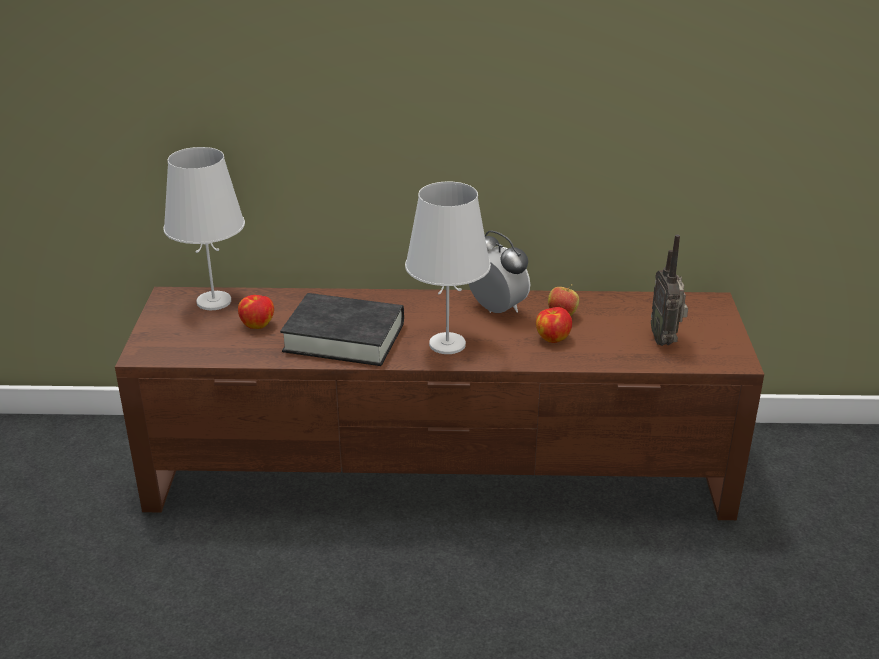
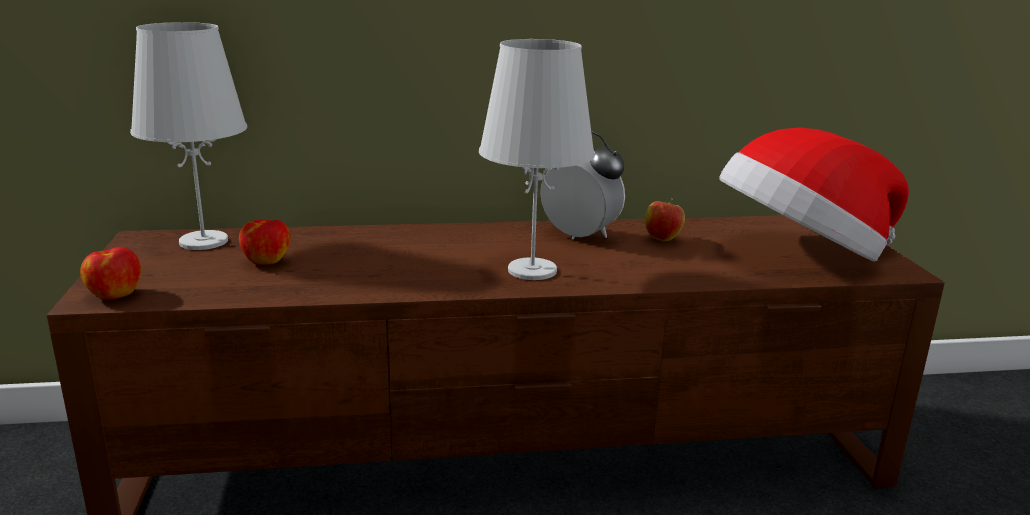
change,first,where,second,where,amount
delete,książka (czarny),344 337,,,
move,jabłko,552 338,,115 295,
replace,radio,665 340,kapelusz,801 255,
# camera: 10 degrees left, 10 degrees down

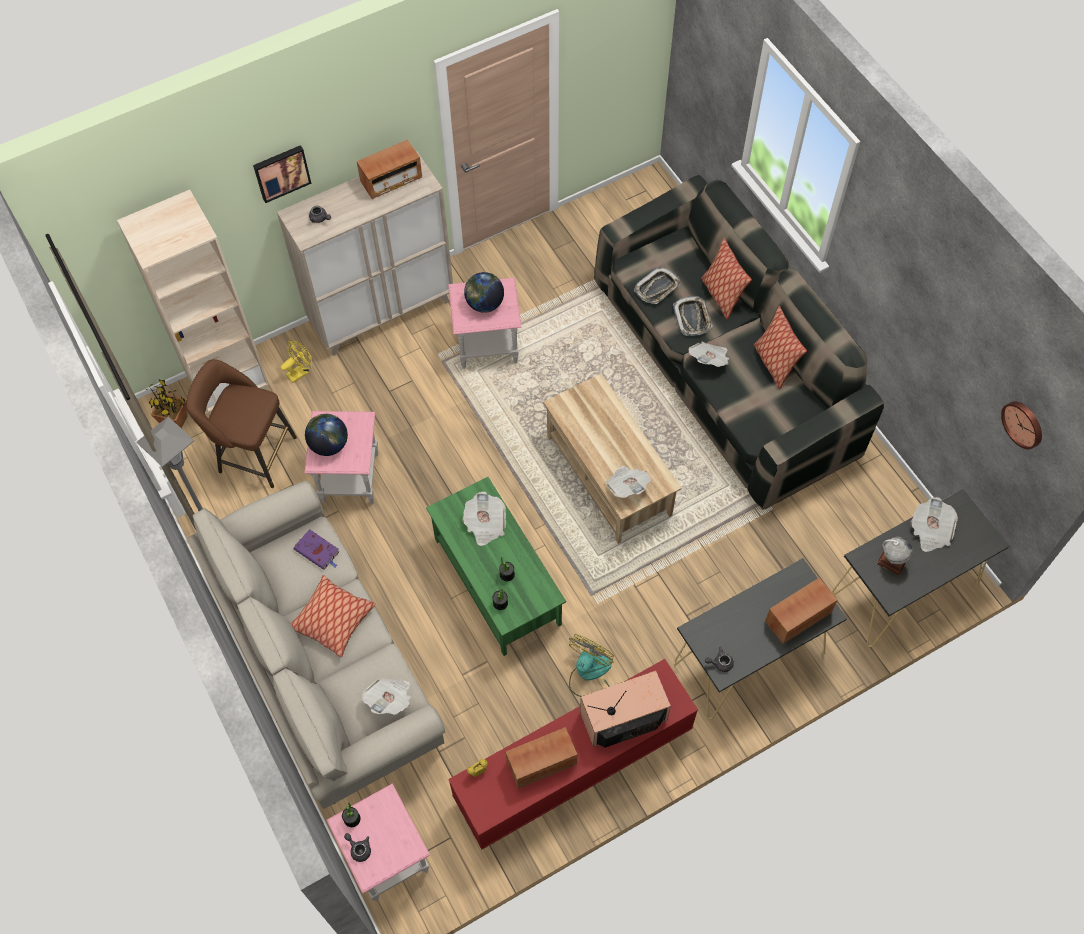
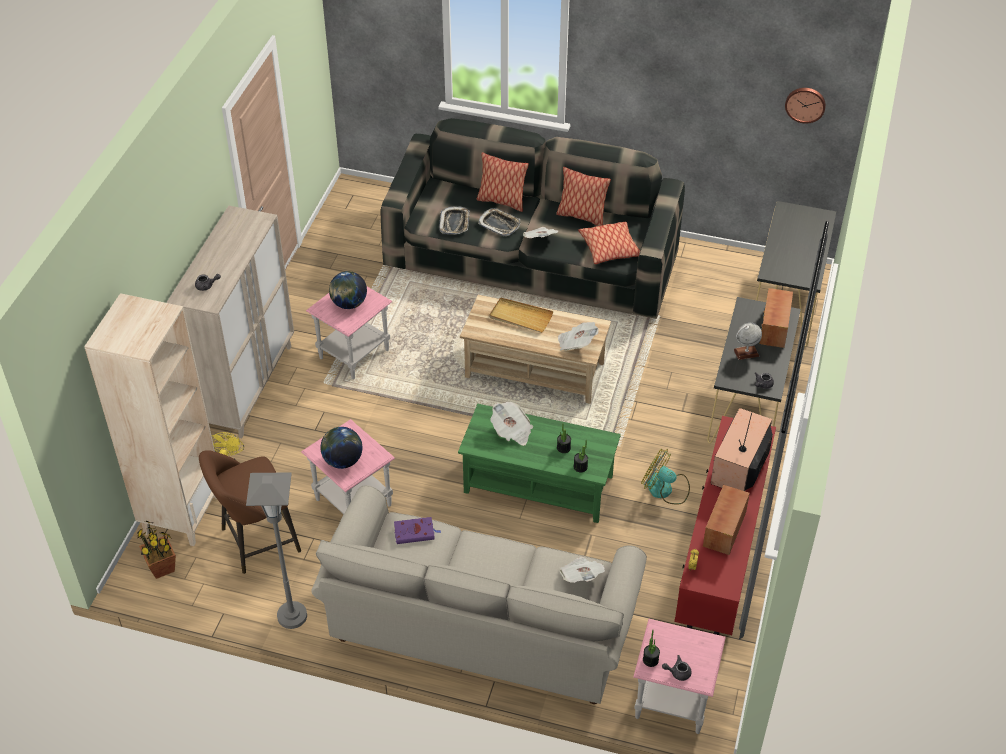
change,first,where,second,where,amount
delete,obraz,281 172,,,
delete,radio,391 180,,,
delete,gazeta,930 531,,,
insert,,,taca (beżowy),520 317,
move,poduszka,333 620,,610 249,
move,globus,891 563,,746 353,
rotate,wentylator,589 674,,665 489,45 degrees counterclockwise
# camera: 45 degrees left, 15 degrees down

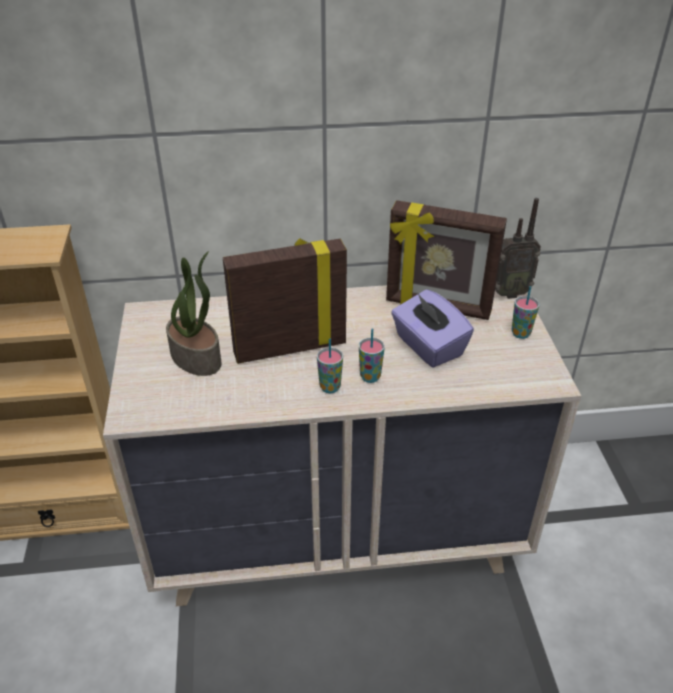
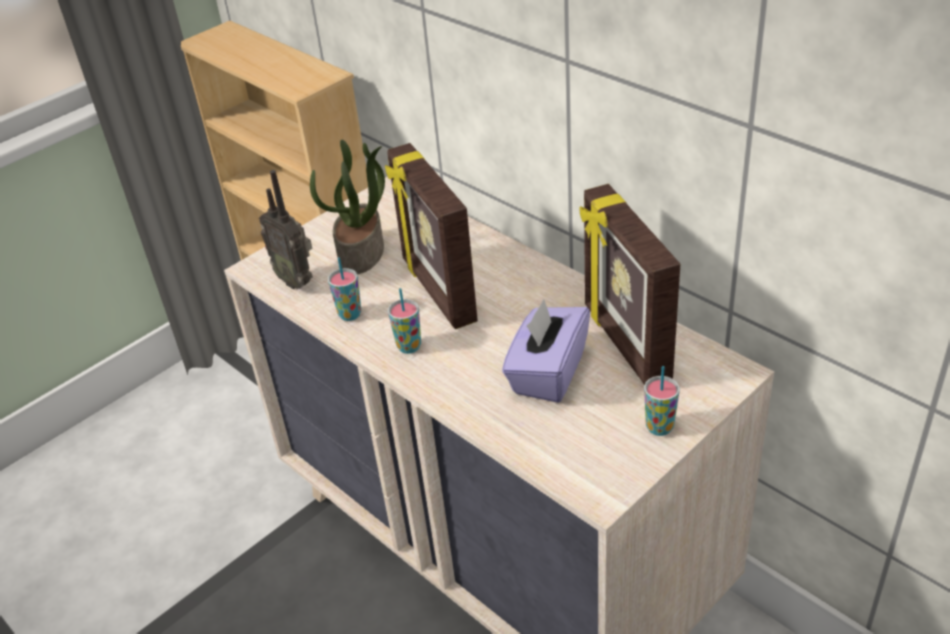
change,first,where,second,where,amount
move,filiżanka,370 377,,350 314,
move,radio,506 293,,296 280,
rotate,ramka na zdjęcie,289 347,,437 291,150 degrees counterclockwise
# camera: 55 degrees right, 0 degrees up

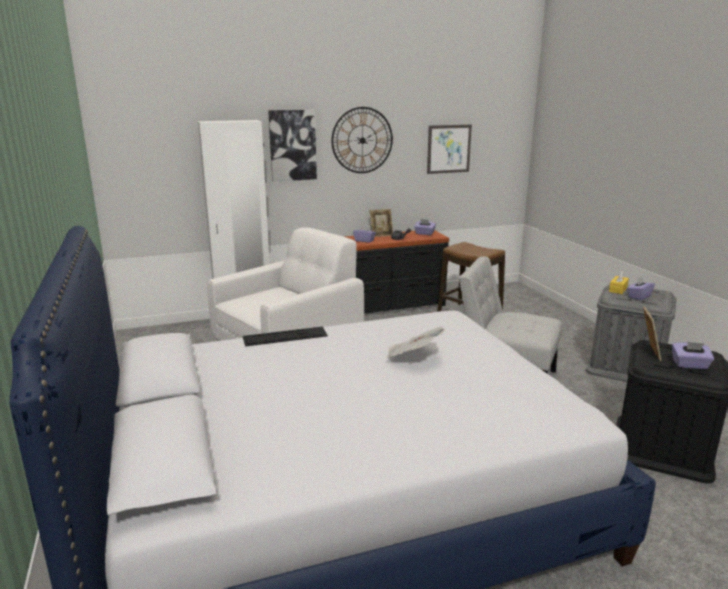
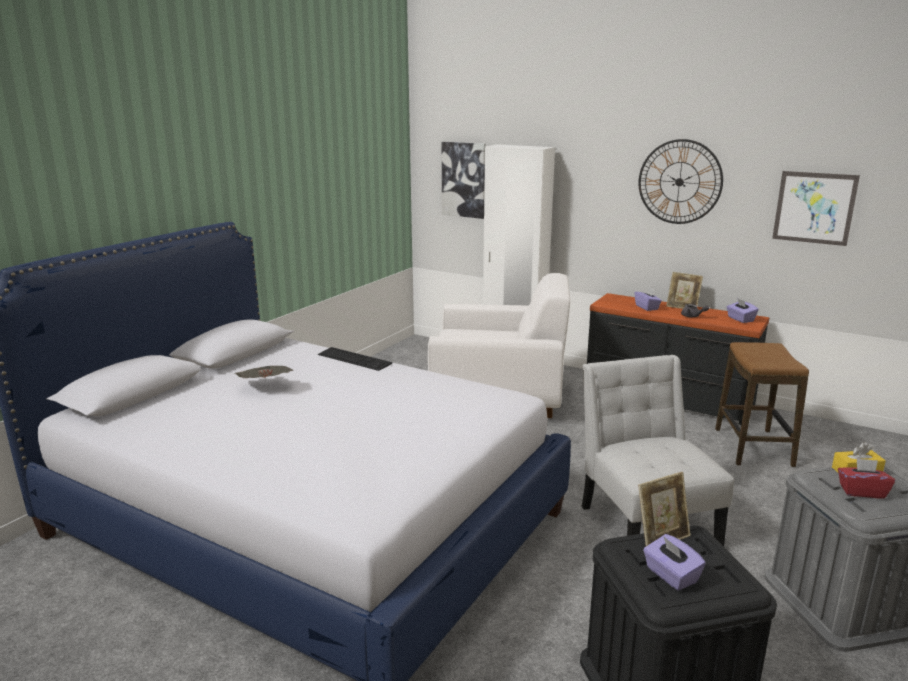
change,first,where,second,where,amount
move,obraz,292 145,,464 179,
move,gazeta,413 356,,265 387,
recolor,pudełko chusteczek (fioletowy),638 297,pudełko chusteczek (czerwony),861 491,
# camera: 50 degrees right, 0 degrees up

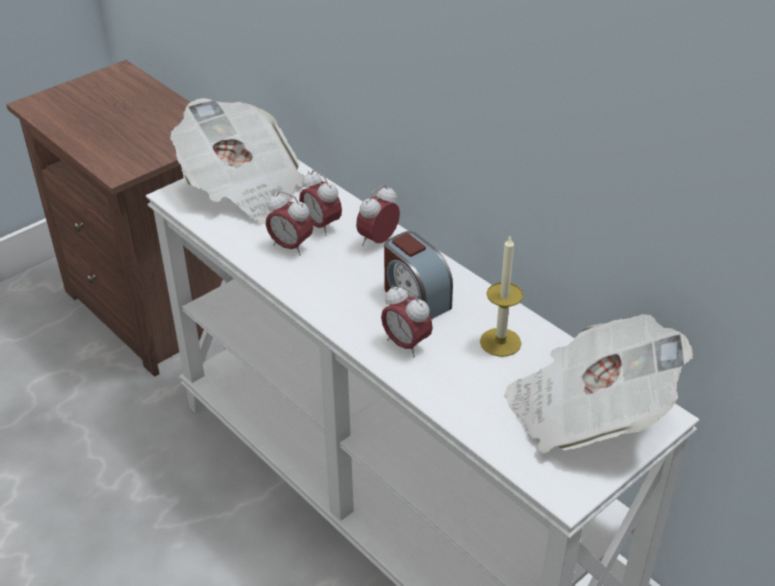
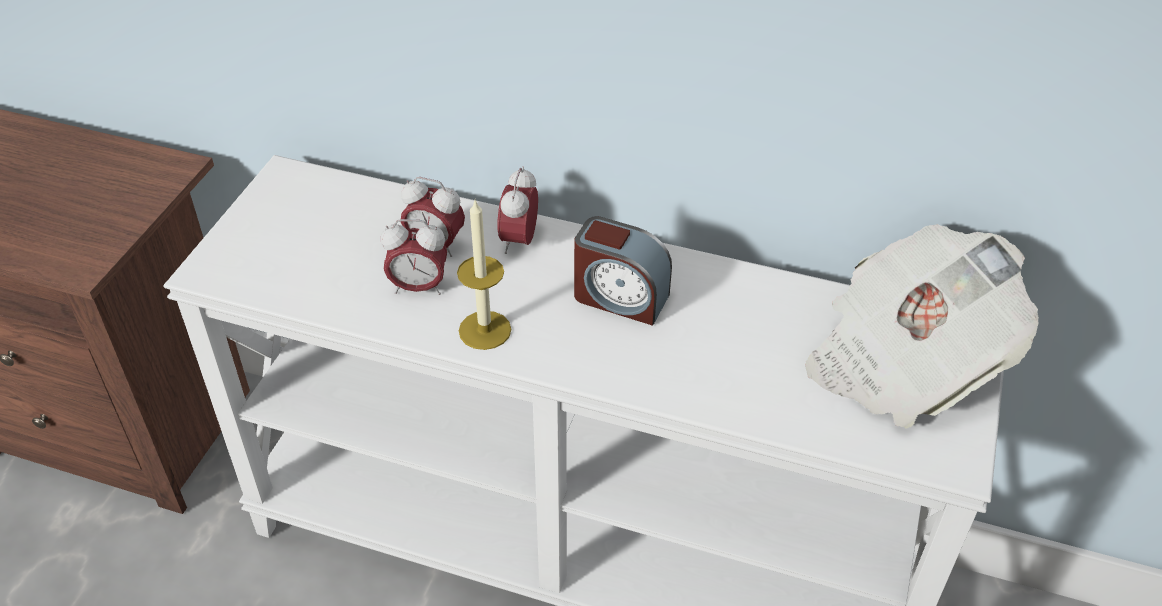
change,first,where,second,where,amount
delete,gazeta,242 188,,,
delete,budzik,406 344,,,
move,świeca,500 342,,485 330,
# camera: 30 degrees left, 5 degrees up

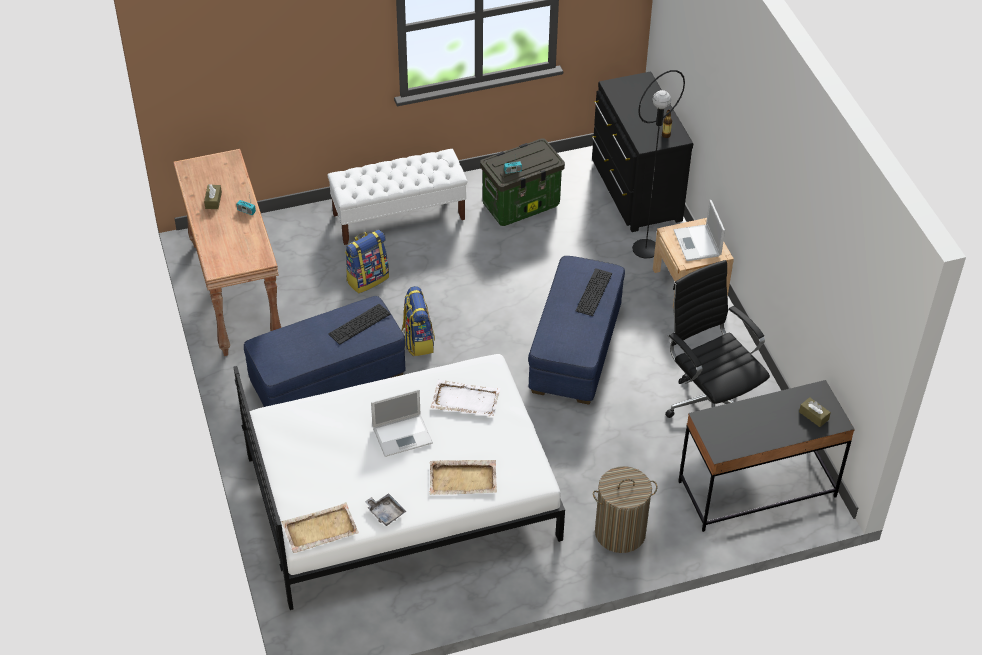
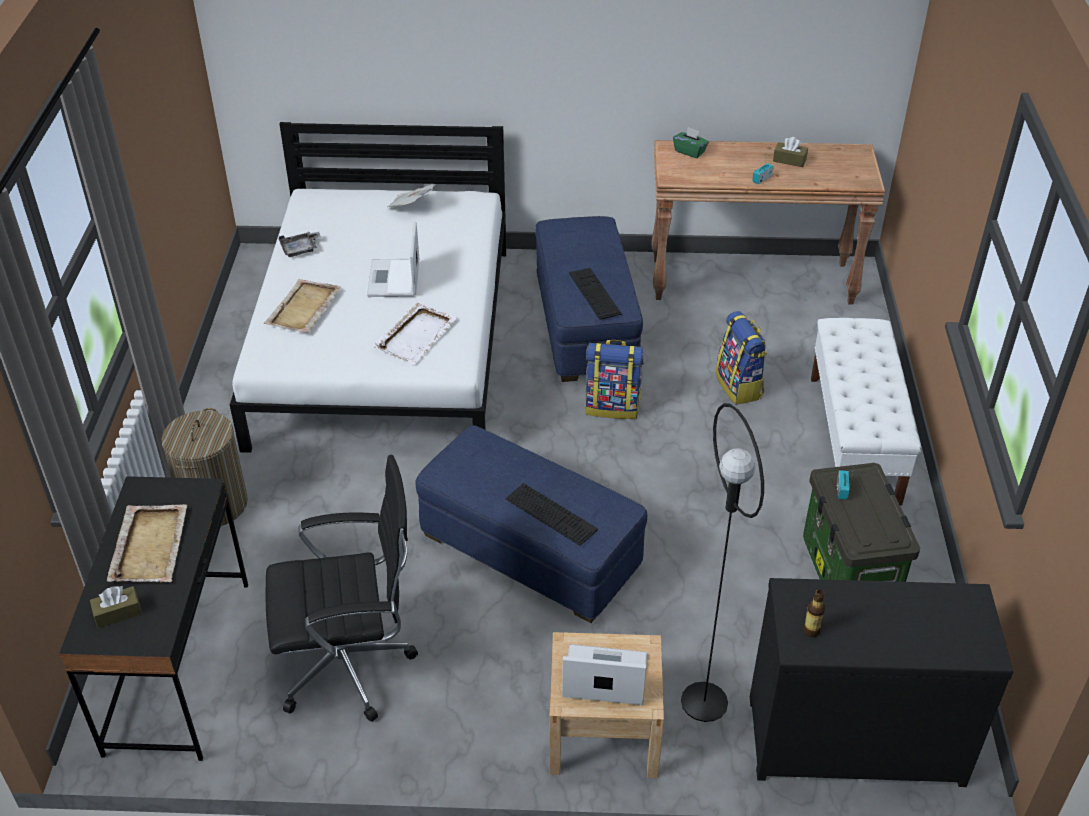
change,first,where,second,where,amount
insert,,,gazeta,411 207,
insert,,,pudełko chusteczek (zielony),690 151,
move,taca (beżowy),319 529,,150 545,
# camera: 110 degrees right, 5 degrees down

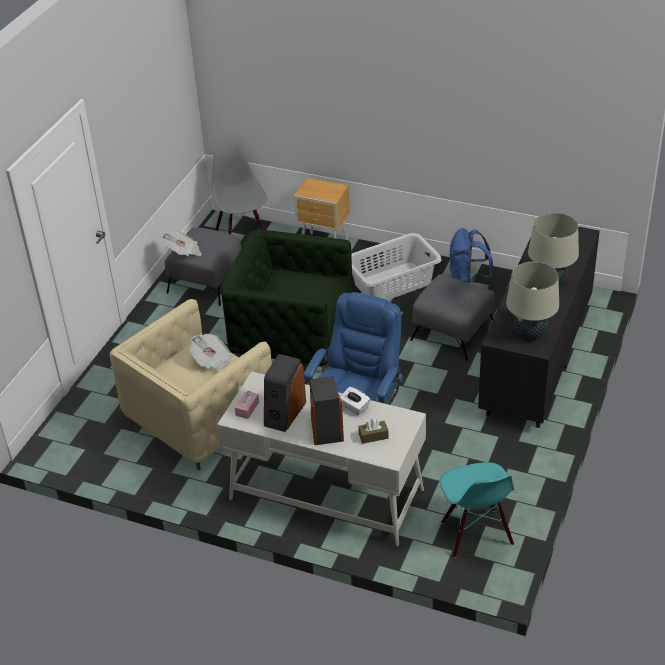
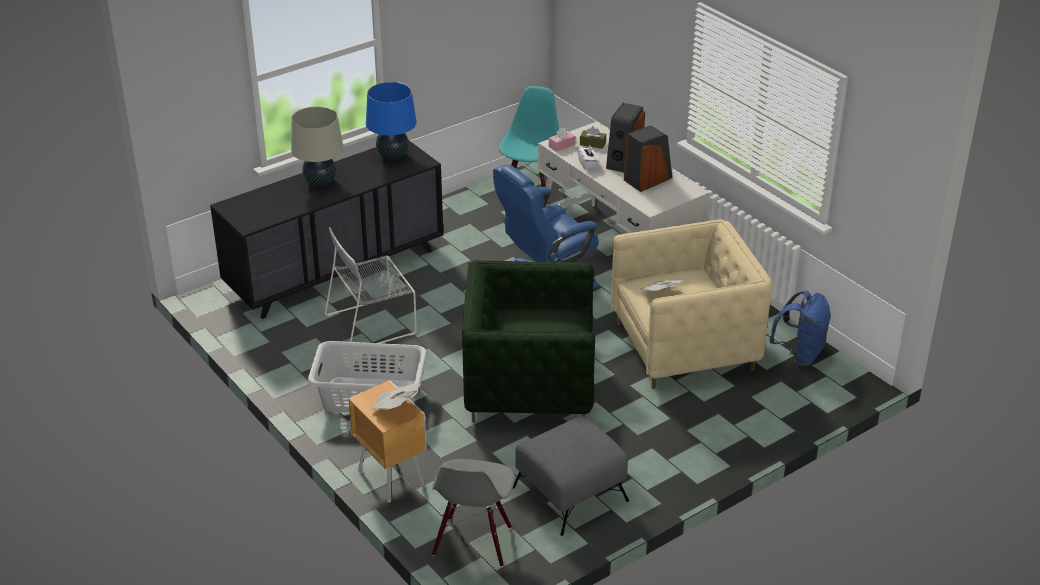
change,first,where,second,where,amount
move,gazeta,183 252,,395 407,
move,pudełko chusteczek (różowy),247 408,,561 145,
move,plecak (niebieski),468 281,,799 355,
replace,pufa (szary),453 332,krzesło (szary),373 323,
recolor,lampa stołowa (beżowy),530 333,lampa stołowa (niebieski),393 156,
rotate,fotel (zielony),293 336,,529 386,135 degrees clockwise
# camera: 150 degrees left, 5 degrees down

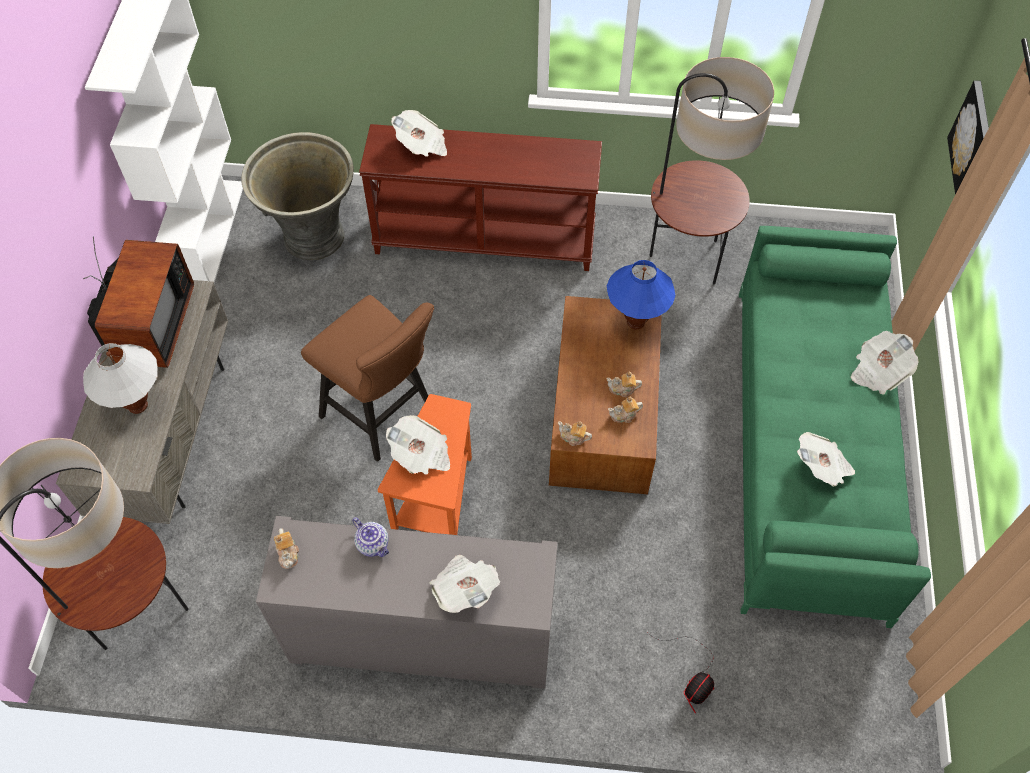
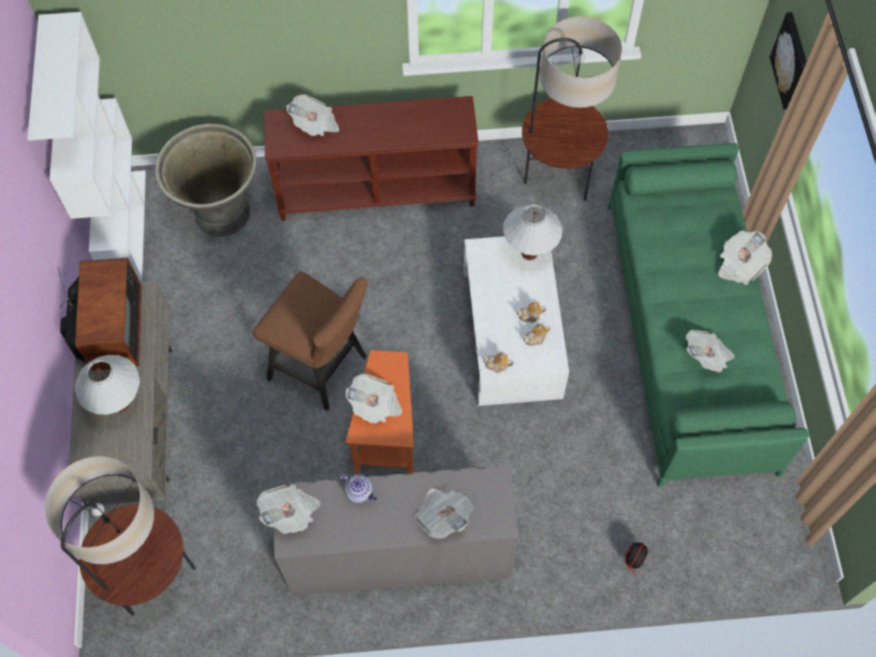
change,first,where,second,where,amount
replace,imbryk,288 553,gazeta,291 513,
recolor,ława (brązowy),604 412,ława (biały),512 333,
recolor,lampa stołowa (niebieski),635 323,lampa stołowa (biały),529 254,
# camera: 10 degrees left, 5 degrees up

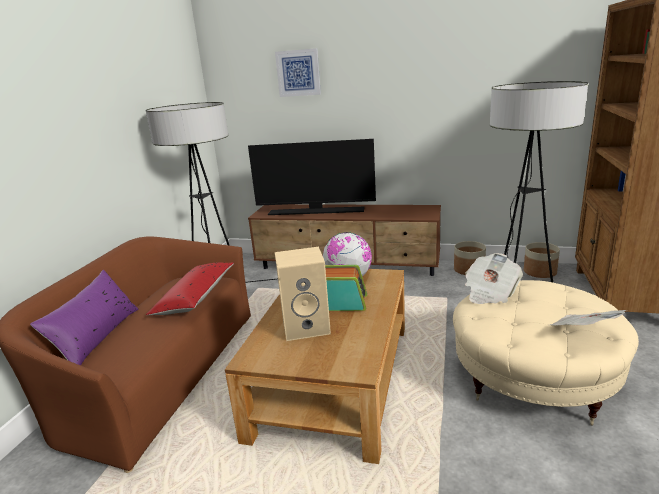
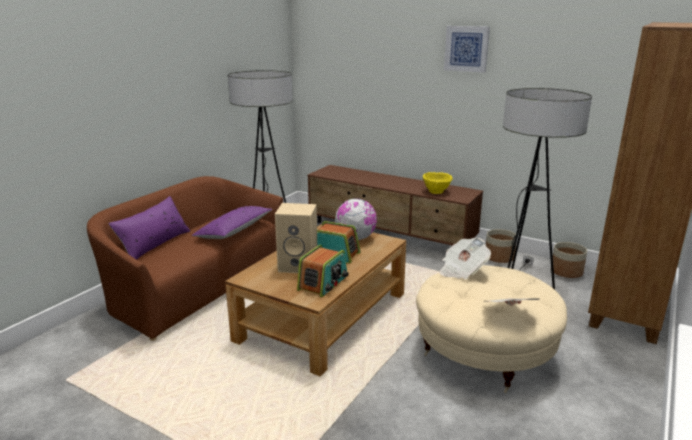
change,first,where,second,where,amount
delete,telewizor,316 211,,,
insert,,,radio,323 283,
insert,,,miska (żółty),436 191,
move,obraz,298 73,,466 48,
recolor,poduszka (czerwony),195 297,poduszka (fioletowy),234 230,
# camera: 15 degrees right, 0 degrees up

